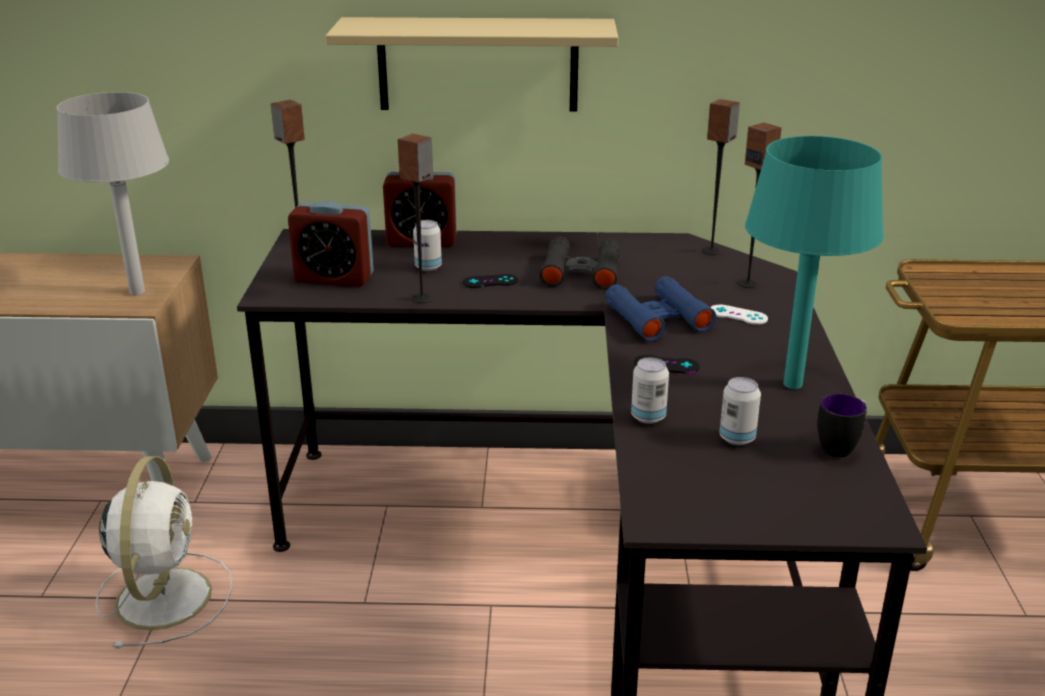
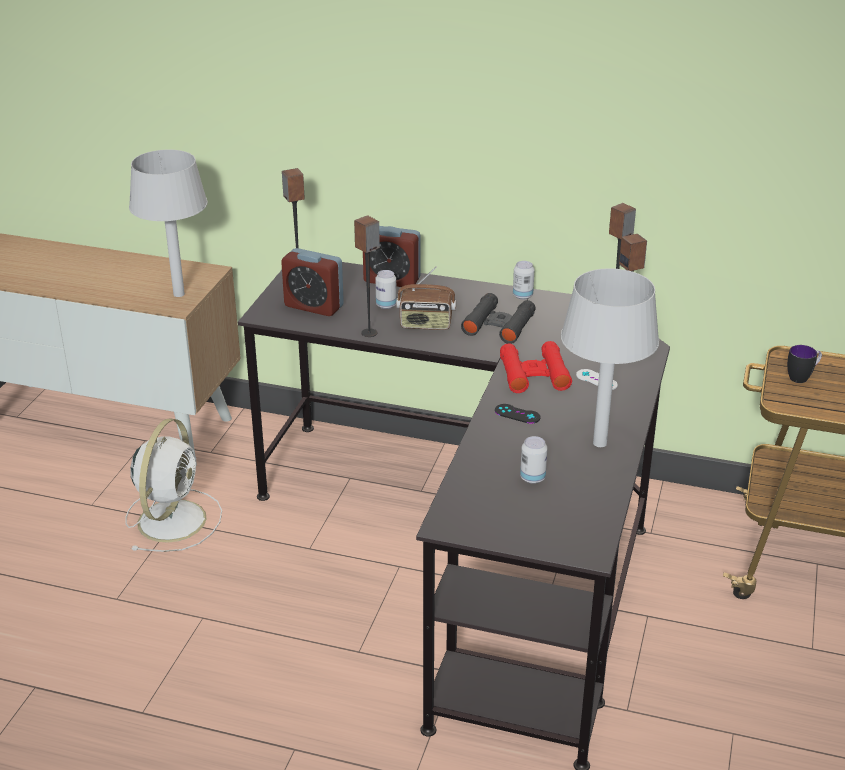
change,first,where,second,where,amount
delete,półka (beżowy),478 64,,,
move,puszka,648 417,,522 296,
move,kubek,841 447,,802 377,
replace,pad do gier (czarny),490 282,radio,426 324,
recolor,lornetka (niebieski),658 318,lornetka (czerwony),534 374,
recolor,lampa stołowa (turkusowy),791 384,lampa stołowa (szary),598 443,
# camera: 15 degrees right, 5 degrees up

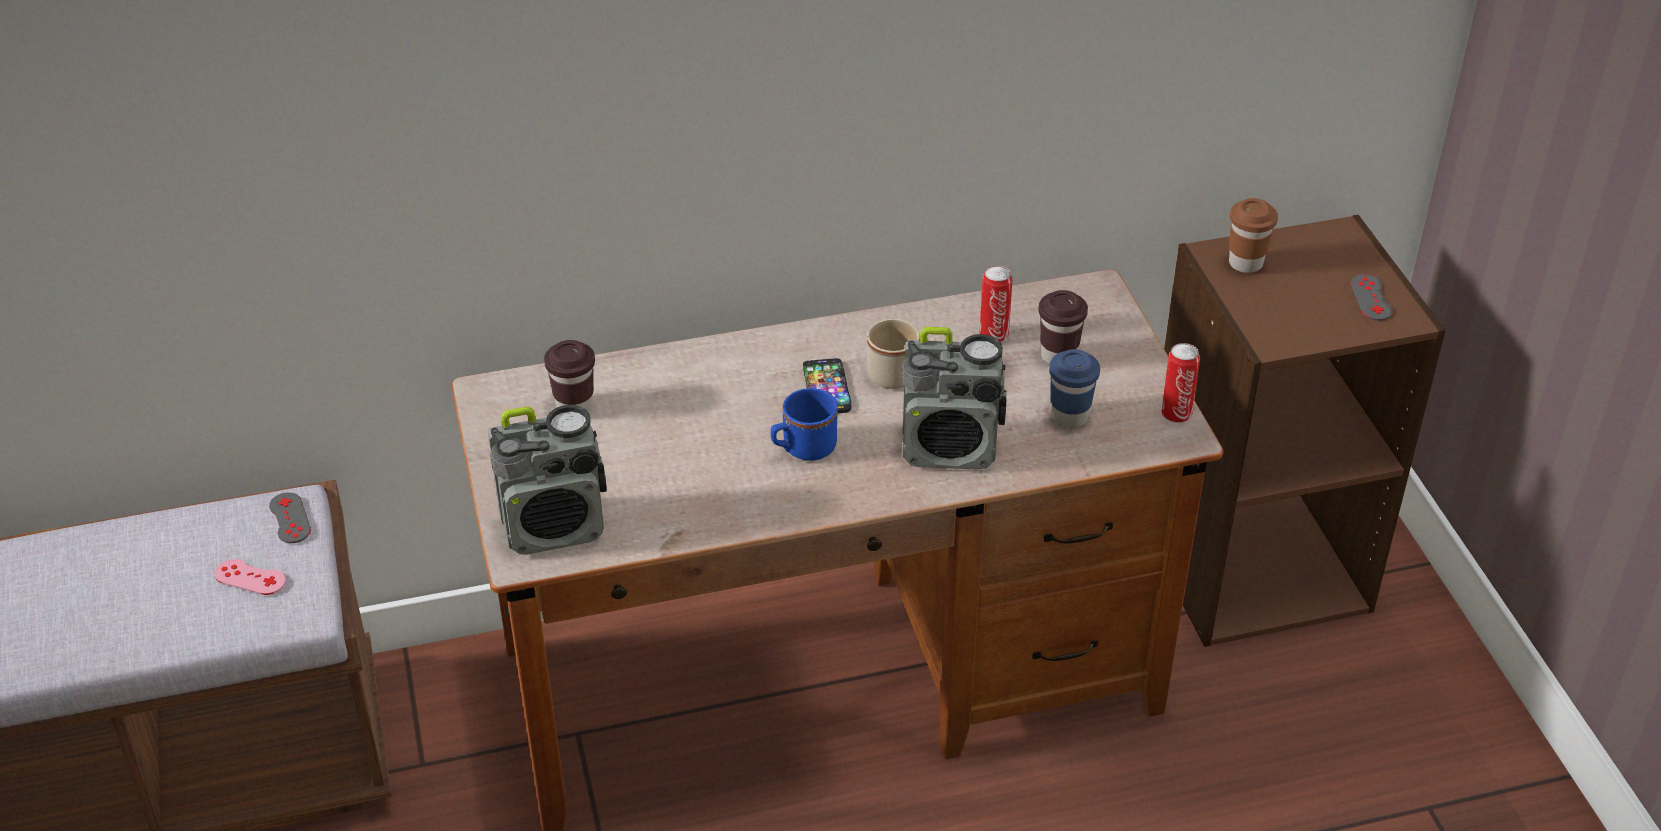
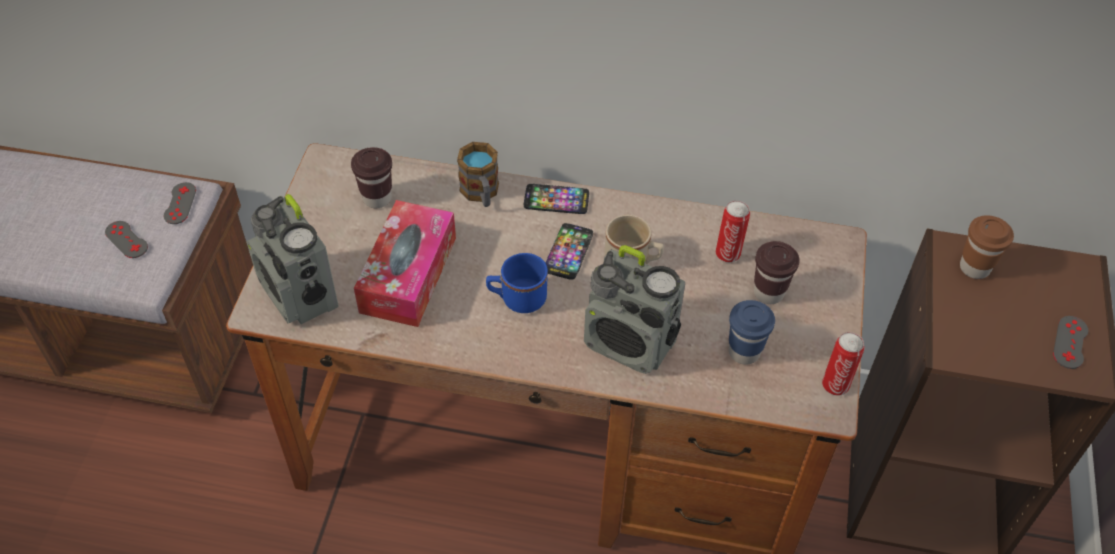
change,first,where,second,where,amount
insert,,,pudełko chusteczek,408 274,
insert,,,kubek,481 194,
insert,,,telefon,556 200,
recolor,pad do gier (różowy),250 577,pad do gier (szary),126 239,
rotate,radio,555 527,,299 294,45 degrees clockwise
# camera: 25 degrees right, 10 degrees up

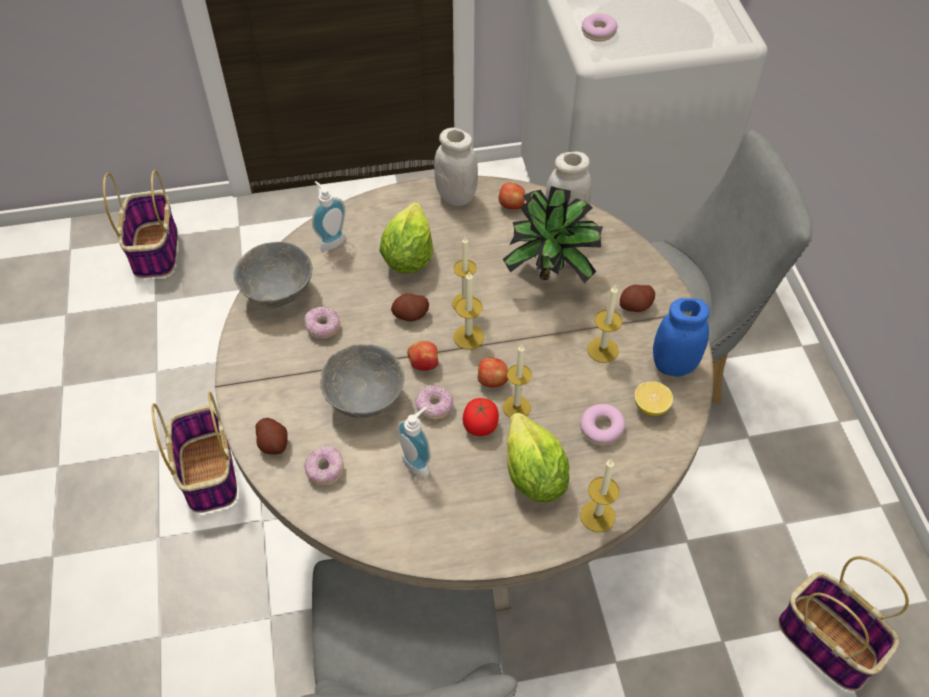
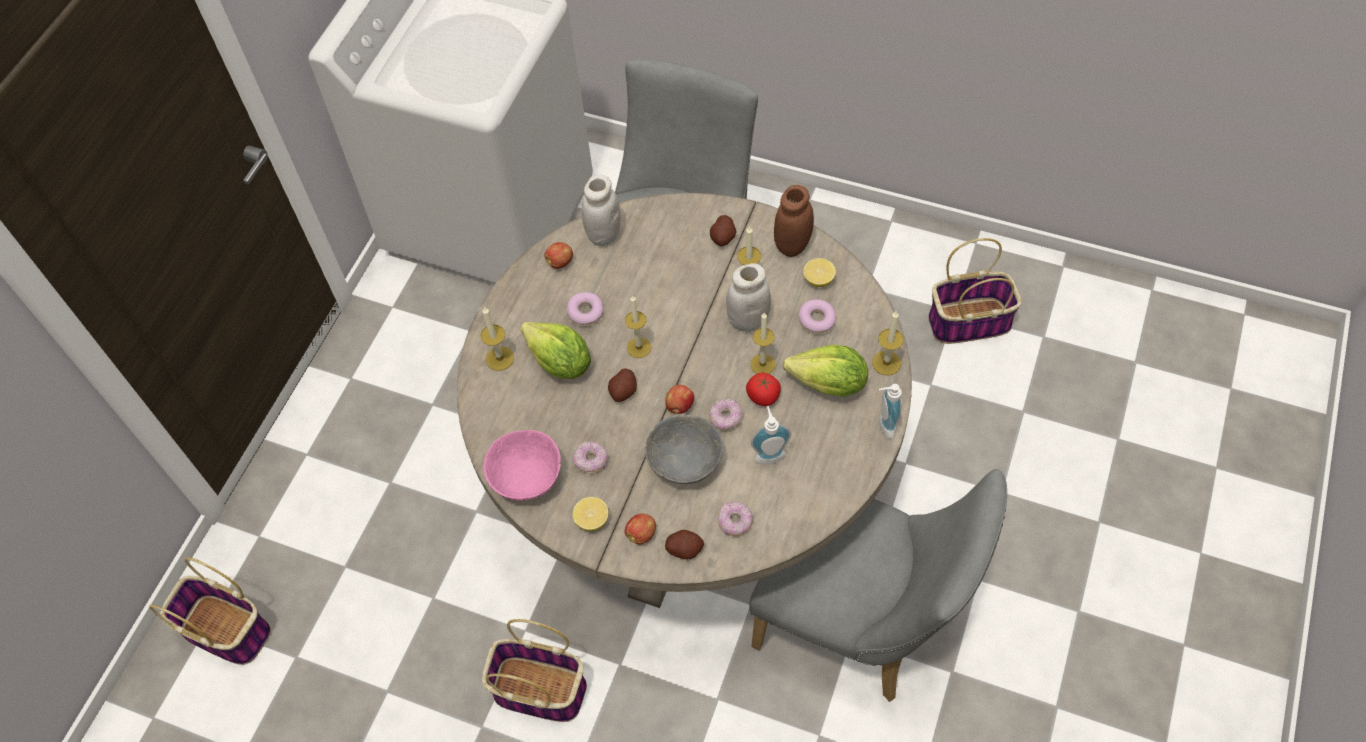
change,first,where,second,where,amount
delete,roślina doniczkowa,551 274,,,
insert,,,cytryna,592 520,
move,dozownik mydła,330 240,,883 426,
move,słoik (biały),456 196,,748 320,
move,świeca,468 337,,500 358,
move,jabłko,492 381,,642 534,
move,donut,598 32,,585 313,
recolor,miska (szary),278 292,miska (różowy),526 479,
recolor,słoik (niebieski),673 365,słoik (brązowy),792 245,
# camera: 55 degrees left, 5 degrees up

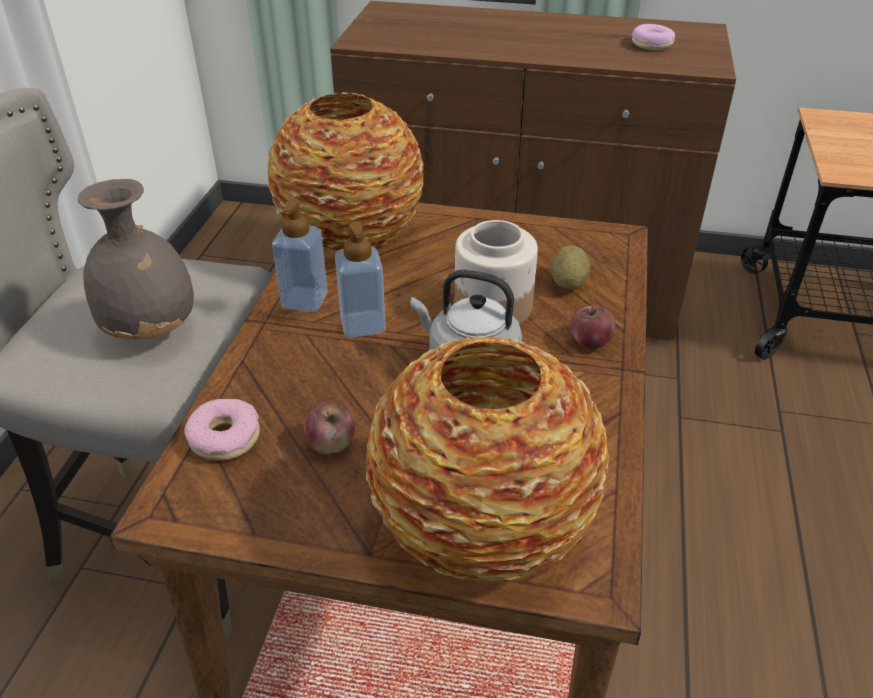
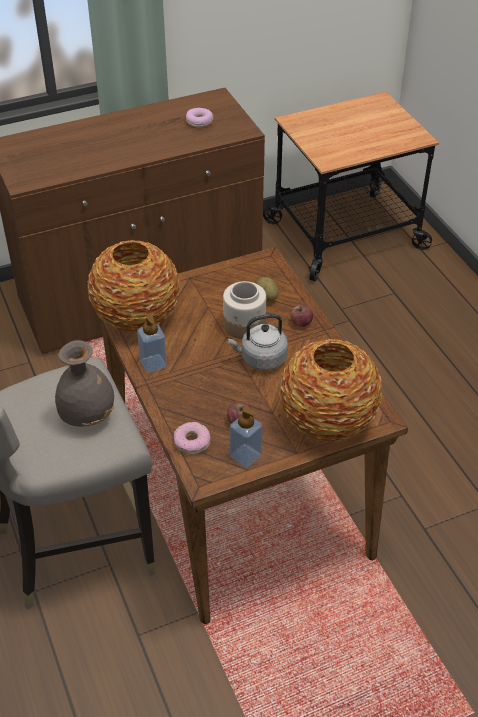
change,first,where,second,where,amount
move,dozownik mydła,363 324,,245 456,
# camera: 35 degrees left, 5 degrees up

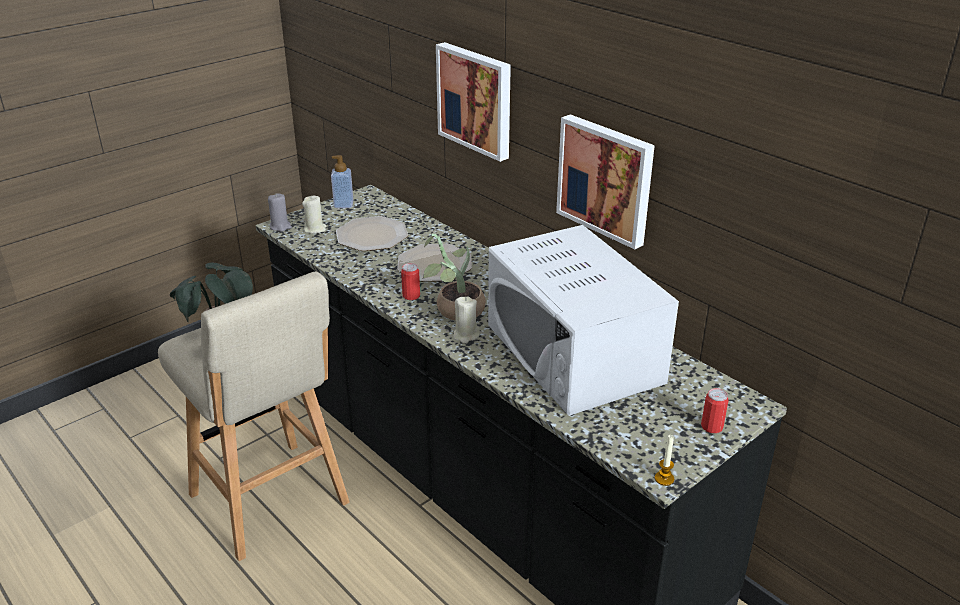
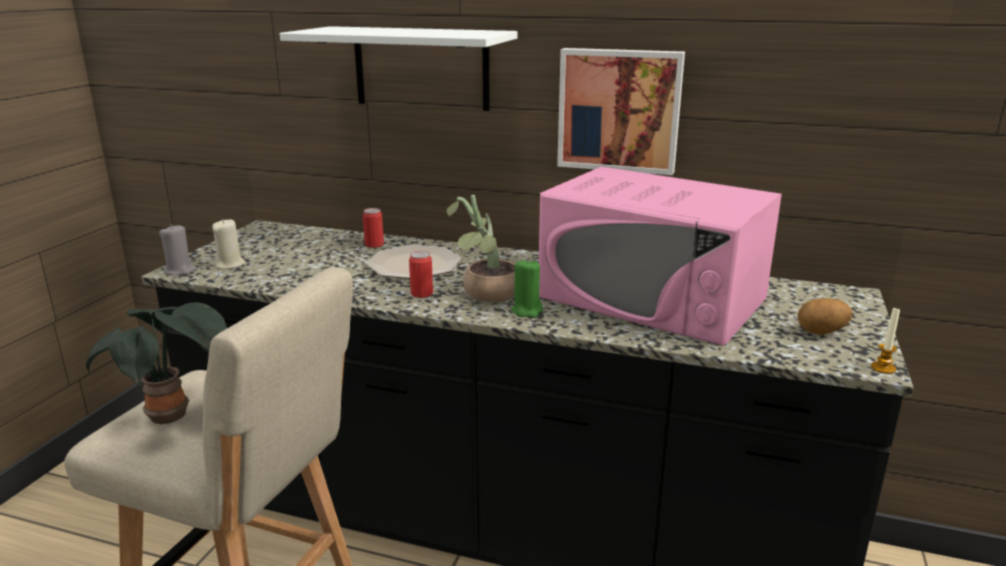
change,first,where,second,where,amount
delete,dozownik mydła,343 204,,,
delete,talerz,371 235,,,
insert,,,ziemniak,822 332,
move,puszka,712 427,,374 244,
replace,obraz,476 100,półka (biały),421 68,
recolor,świeca (beżowy),466 335,świeca (zielony),527 311,
recolor,mikrofalówka (biały),573 353,mikrofalówka (różowy),652 297,
# camera: 30 degrees left, 10 degrees down

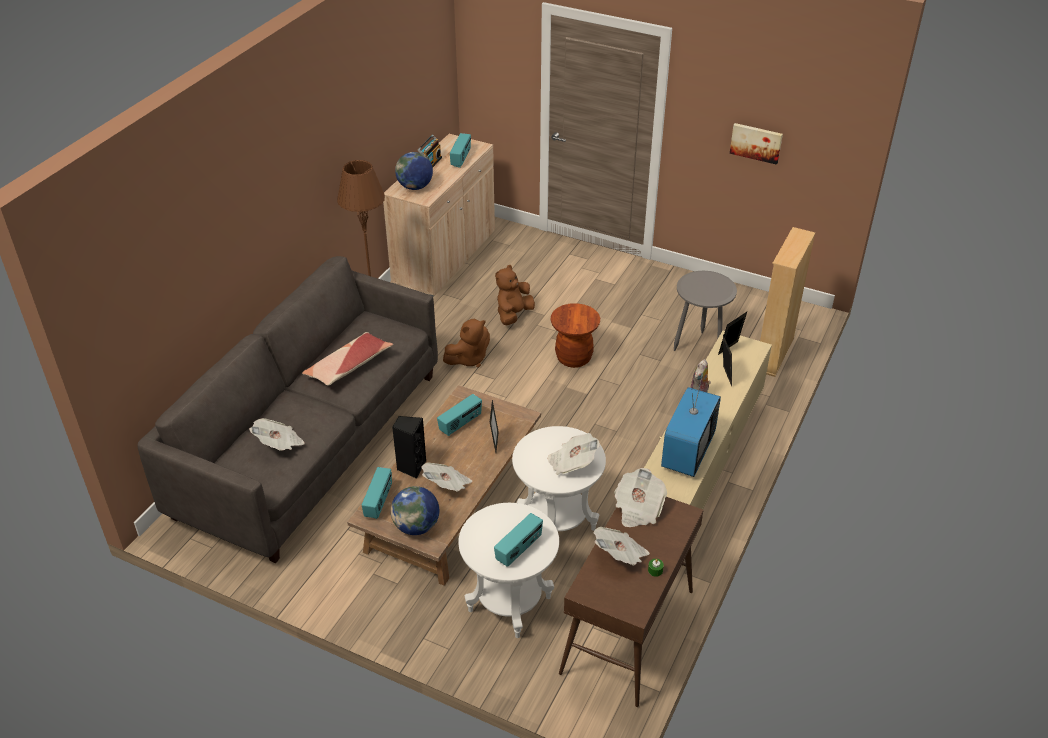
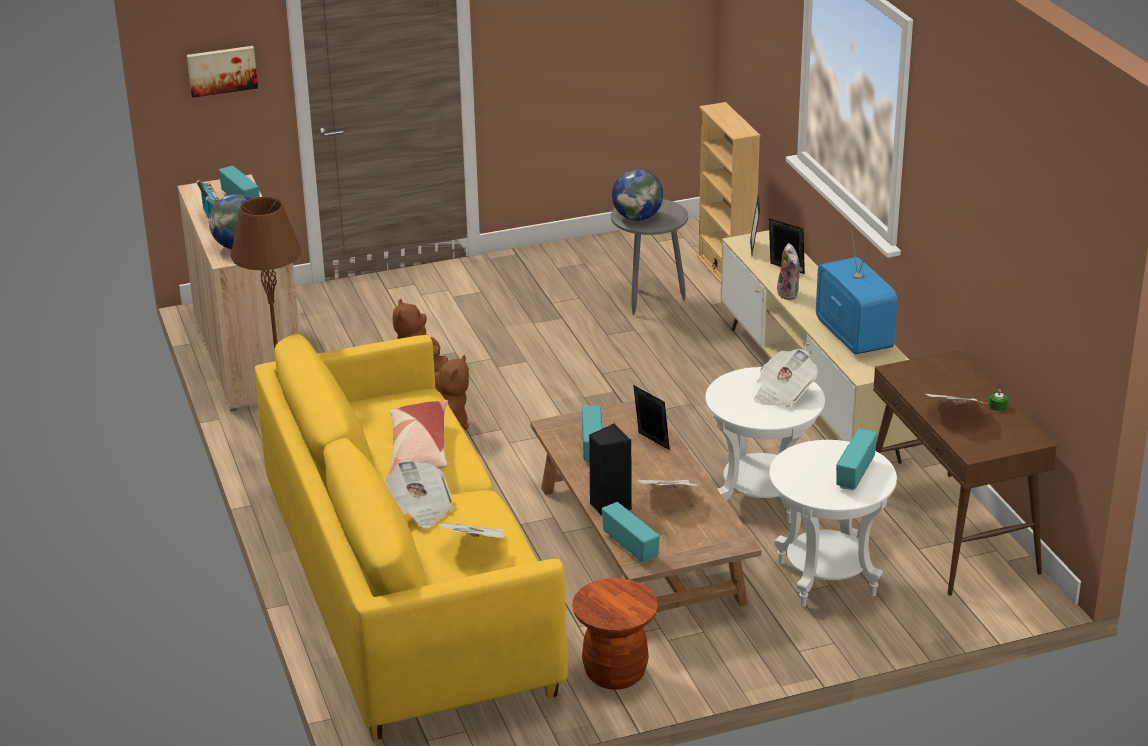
change,first,where,second,where,amount
move,globus,416 526,,637 217,
move,stołek (brązowy),573 358,,615 673,
move,gazeta,638 509,,420 509,
move,obraz,756 142,,222 70,
recolor,kanapa (szary),310 443,kanapa (żółty),406 589,
rotate,radio,519 550,,854 474,150 degrees counterclockwise
# camera: 45 degrees left, 10 degrees down

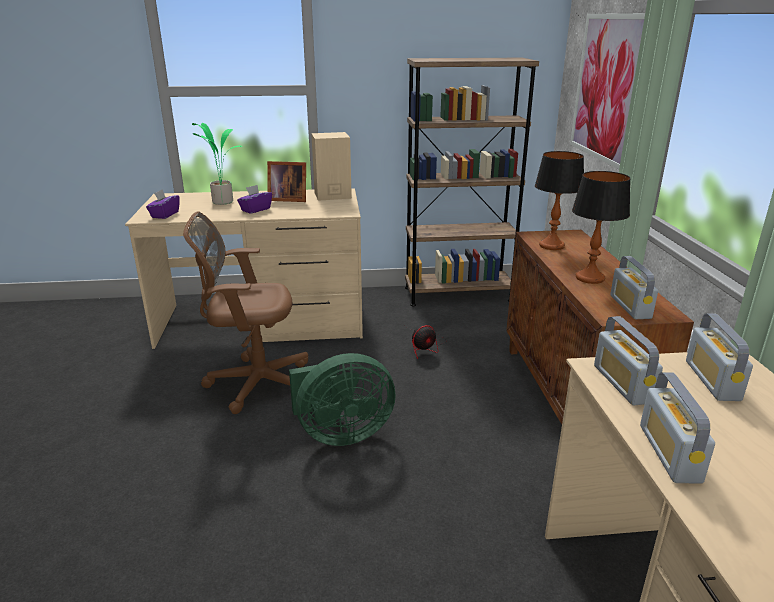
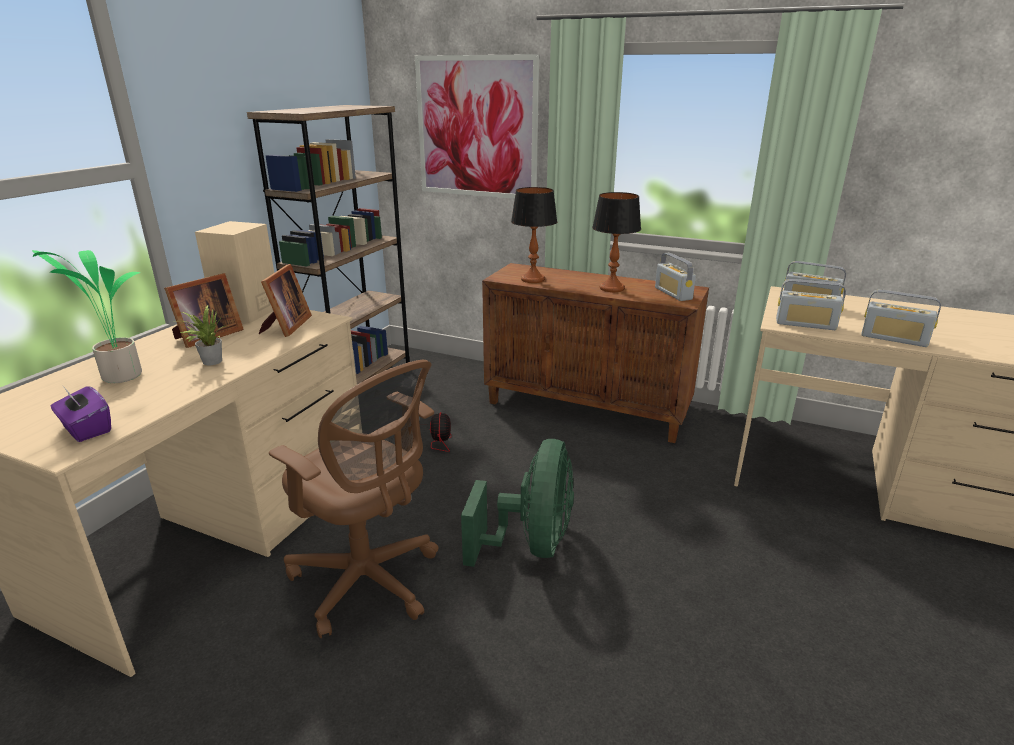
change,first,where,second,where,amount
insert,,,ramka na zdjęcie,286 327,
replace,pudełko chusteczek (fioletowy),255 209,roślina doniczkowa,209 362,
rotate,krzesło biurowe (brązowy),255 383,,369 582,75 degrees counterclockwise
rotate,radio,630 307,,673 293,45 degrees clockwise
# camera: 60 degrees left, 0 degrees up

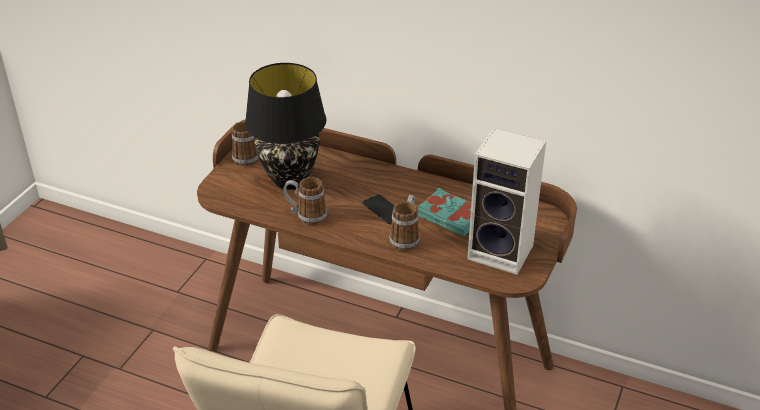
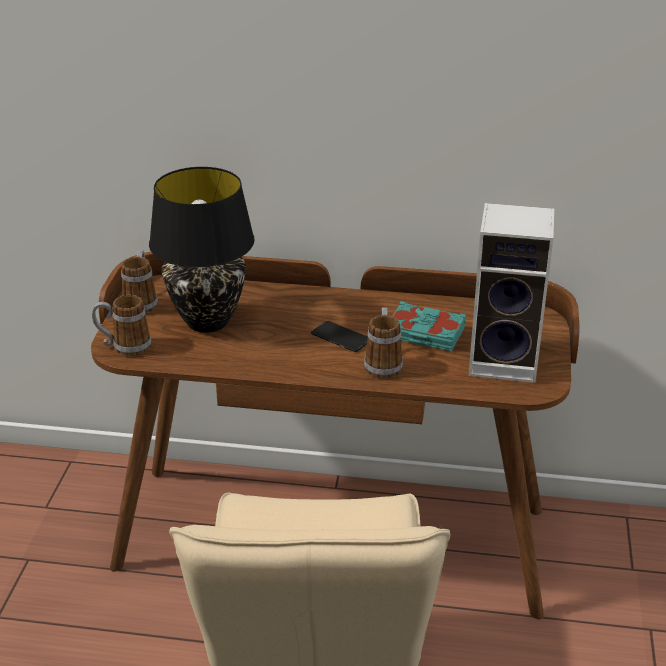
change,first,where,second,where,amount
move,kubek,306 215,,124 347,
# camera: 15 degrees left, 5 degrees down

